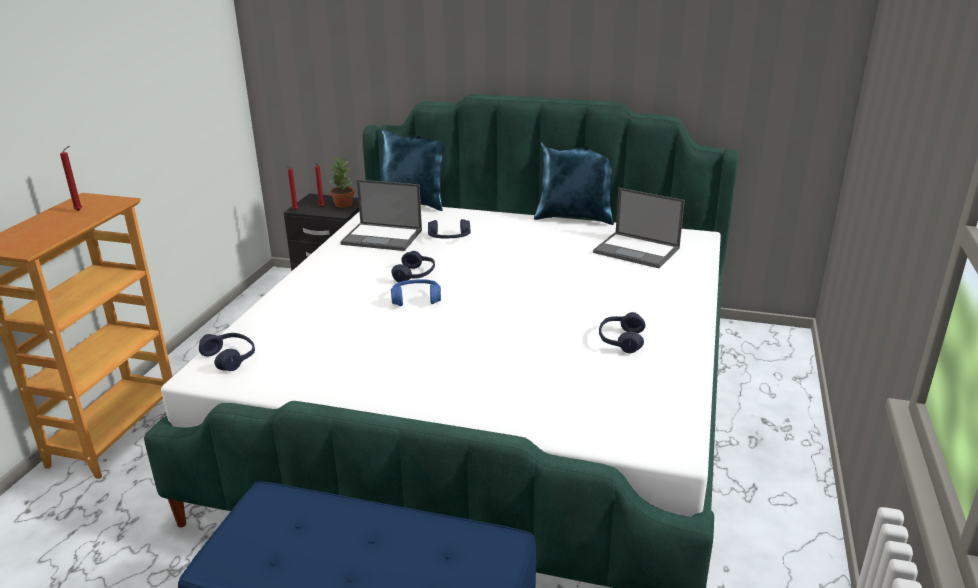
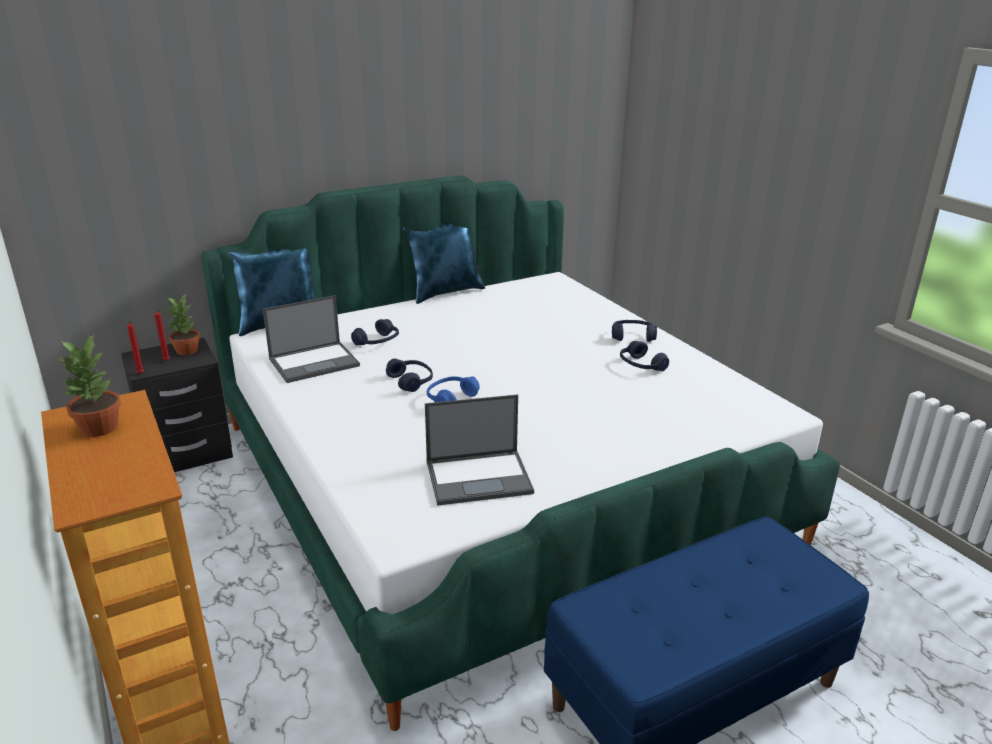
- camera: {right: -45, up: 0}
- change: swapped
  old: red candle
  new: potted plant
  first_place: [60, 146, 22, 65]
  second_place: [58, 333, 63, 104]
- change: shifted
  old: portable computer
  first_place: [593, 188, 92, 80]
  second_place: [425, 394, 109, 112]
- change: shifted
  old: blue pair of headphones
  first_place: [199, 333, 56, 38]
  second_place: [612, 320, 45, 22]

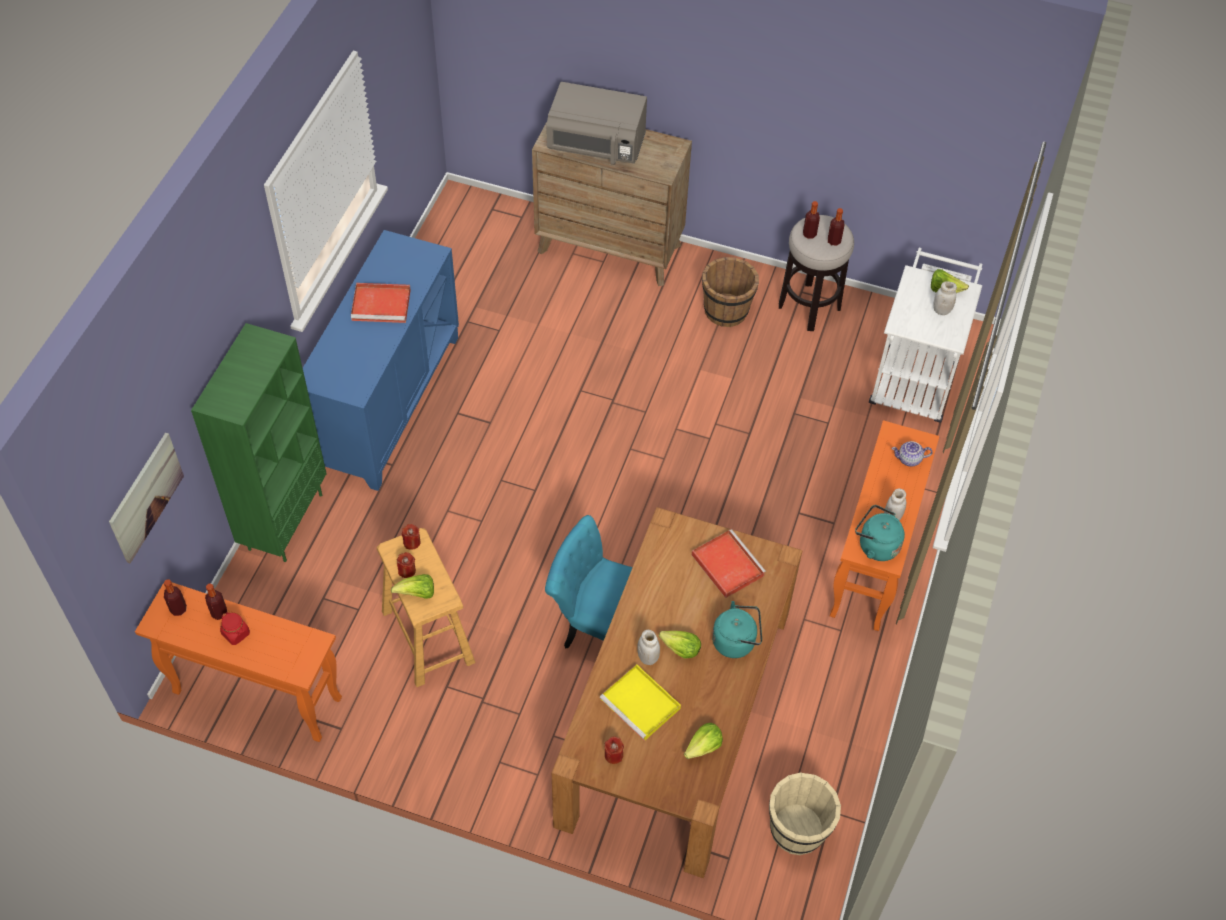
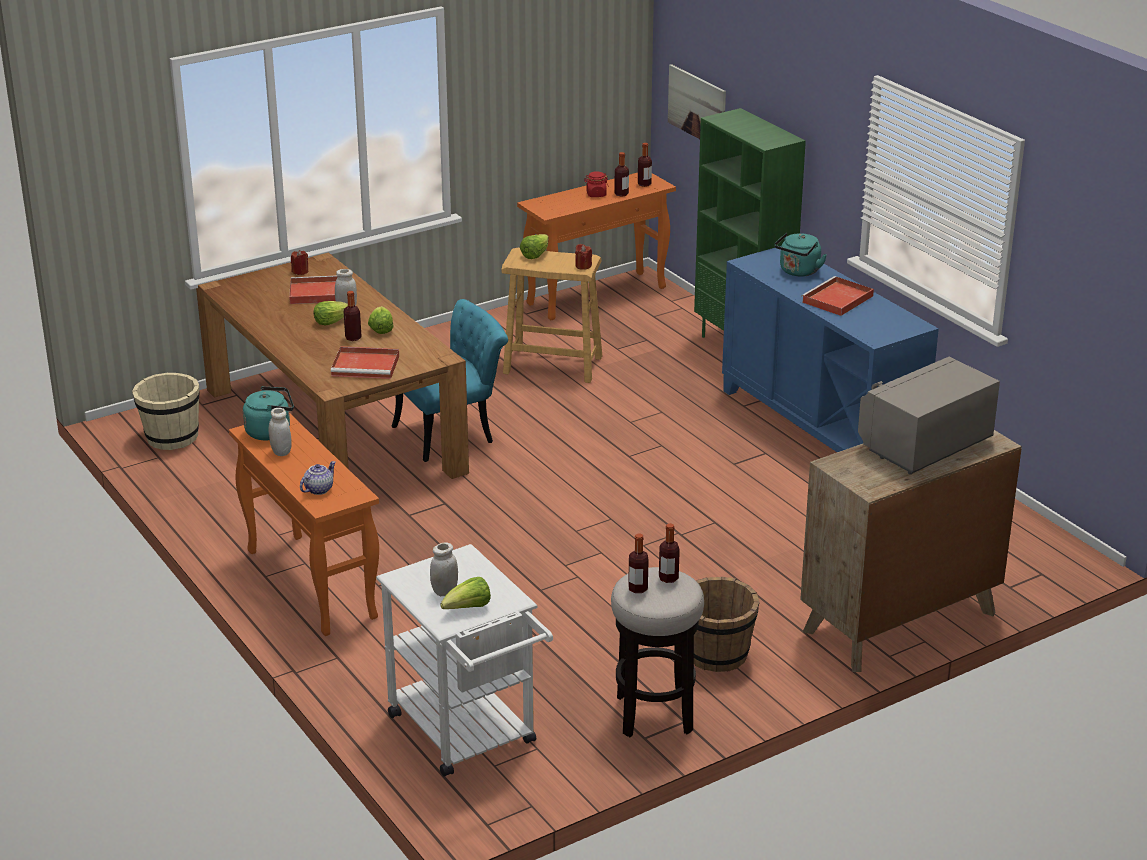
- camera: {right: 130, up: -25}
- change: repainted
  old: yellow-coloured carrying tray
  new: red carrying tray
  first_place: [600, 664, 81, 77]
  second_place: [289, 275, 48, 29]
- change: new
  new: drink bottle
  second_place: [344, 291, 18, 50]
- change: shifted
  old: lettuce head
  first_place: [684, 723, 39, 36]
  second_place: [368, 306, 26, 28]
- change: shifted
  old: turquoise-coloured tea kettle
  first_place: [712, 601, 50, 57]
  second_place: [774, 233, 53, 43]
- change: gone
  old: red candle
  first_place: [397, 552, 19, 26]

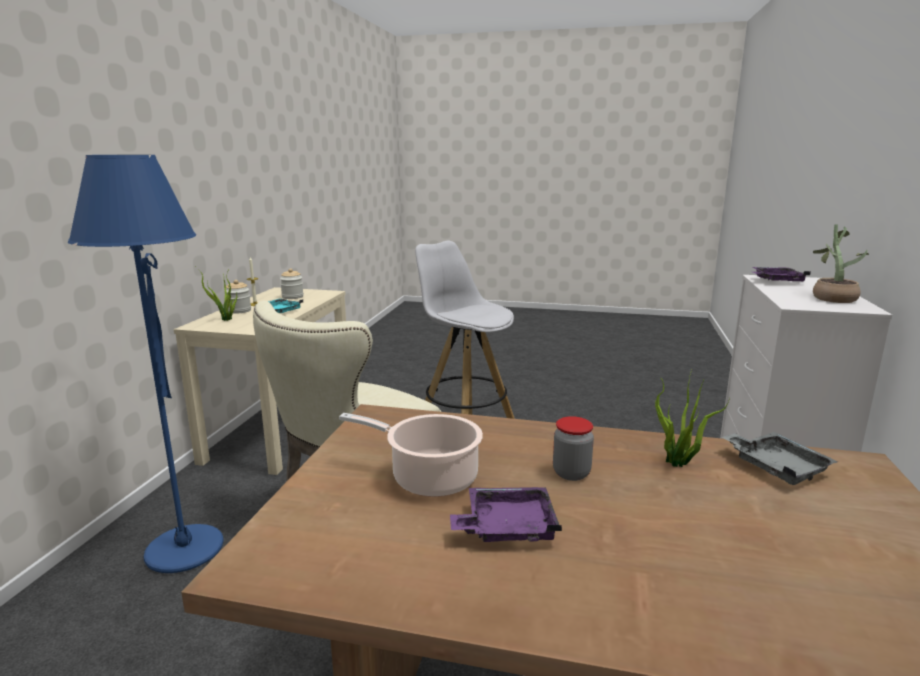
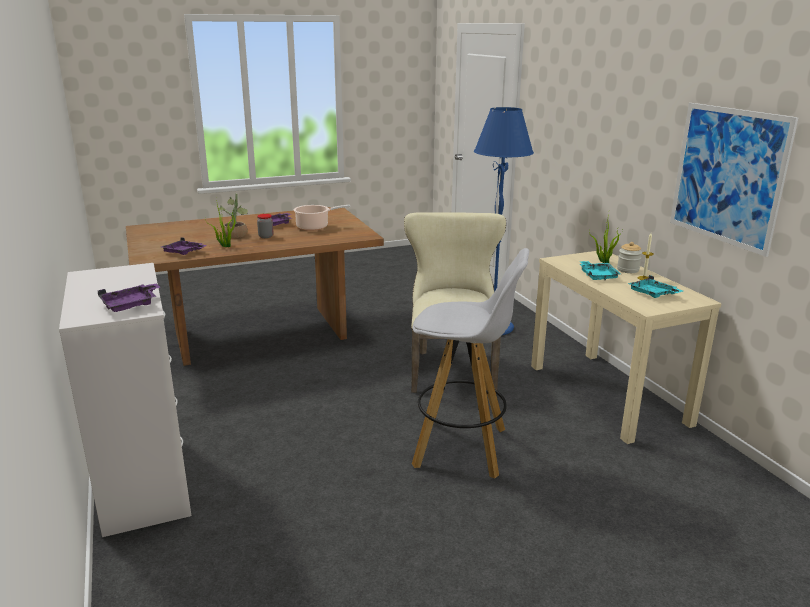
- camera: {right: 145, up: 5}
- change: repainted
  old: greyish carrying tray
  new: purple-coloured carrying tray
  first_place: [721, 432, 117, 53]
  second_place: [162, 237, 45, 18]
- change: shifted
  old: potted plant
  first_place: [813, 224, 56, 79]
  second_place: [219, 193, 29, 45]
- change: swapped
  old: jar
  new: turquoise-coloured carrying tray
  first_place: [280, 268, 23, 31]
  second_place: [628, 275, 55, 23]
- change: new
  new: picture
  second_place: [670, 103, 129, 154]

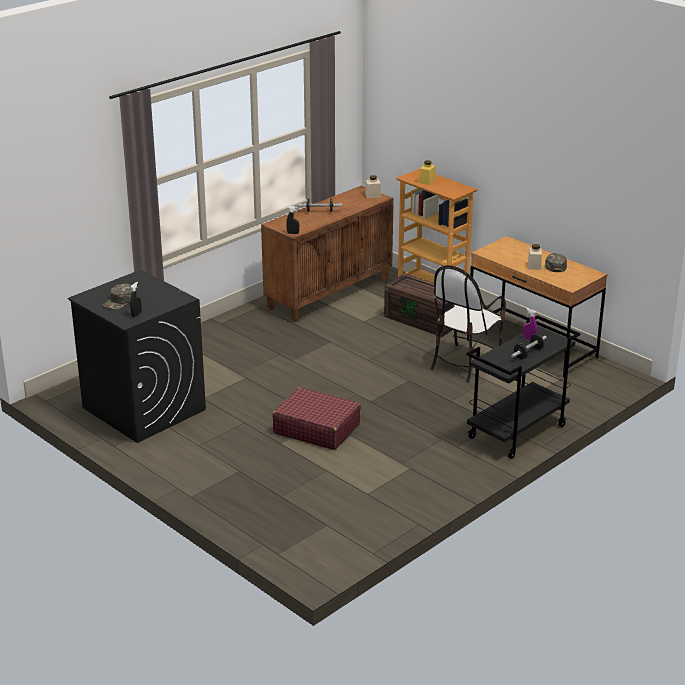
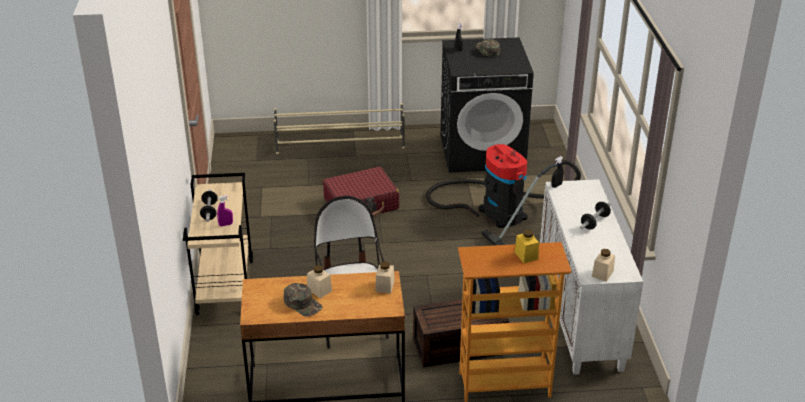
- camera: {right: 130, up: 5}
- change: repainted
  old: blackish wheeled cart
  new: sand-coloured wheeled cart
  first_place: [467, 315, 113, 144]
  second_place: [183, 173, 70, 142]
- change: new
  new: sand-coloured shoe stand
  second_place: [274, 103, 131, 51]
- change: new
  new: sand-coloured jar
  second_place: [375, 261, 20, 33]
- change: new
  new: hoover
  second_place: [426, 144, 155, 101]
- change: repainted
  old: brownish cabinet
  new: whitish cabinet
  first_place: [261, 186, 133, 136]
  second_place: [540, 179, 103, 196]

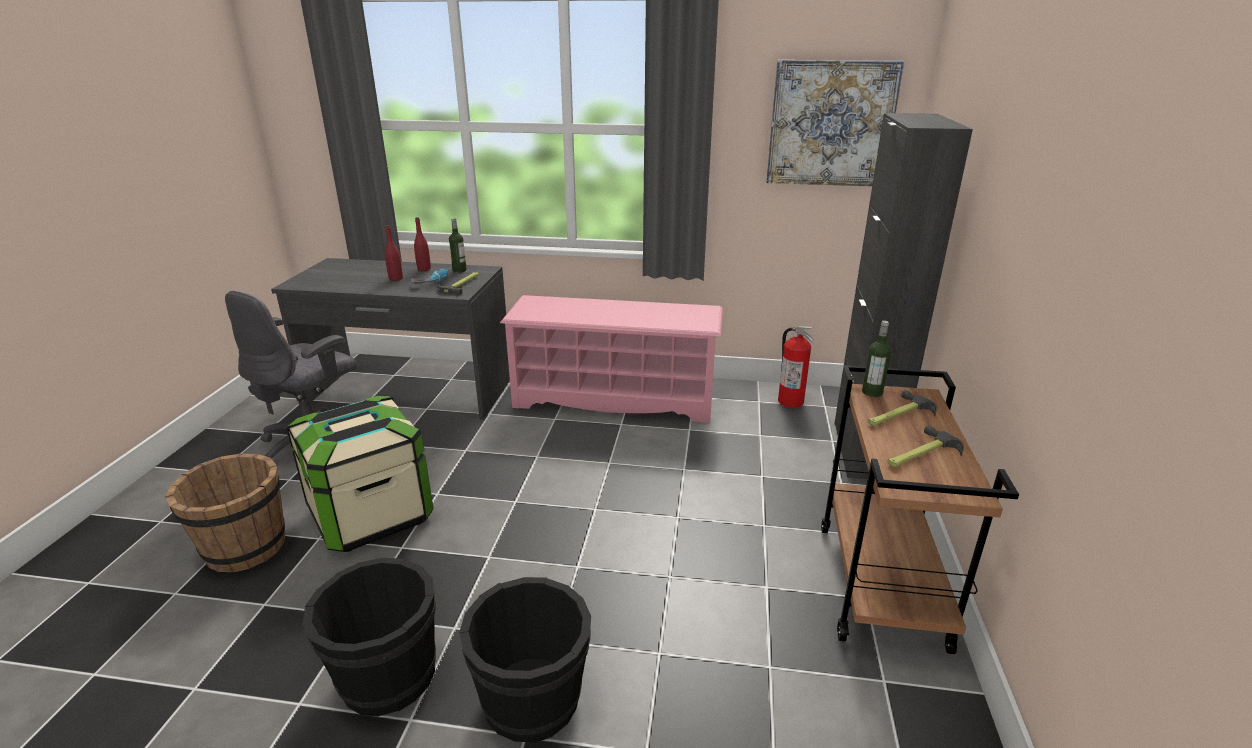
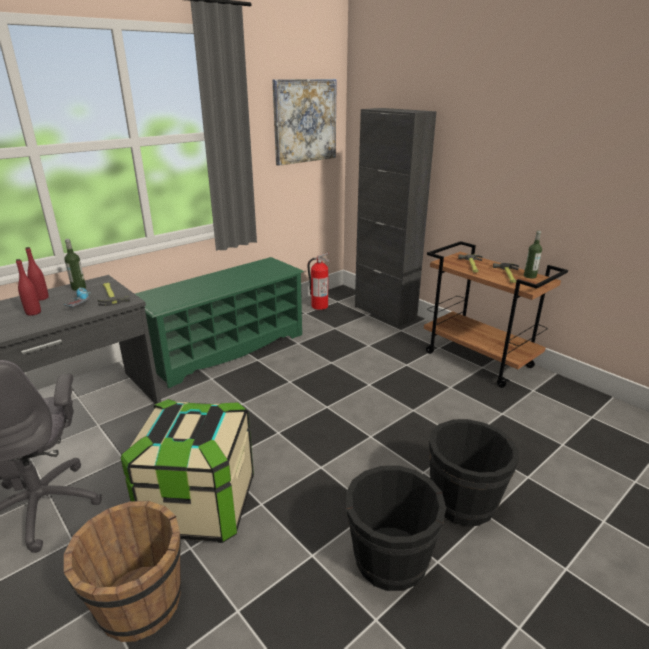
- camera: {right: -50, up: 0}
- change: repainted
  old: pinkish shoe stand
  new: greenish shoe stand
  first_place: [500, 295, 223, 128]
  second_place: [135, 257, 169, 131]
- change: shifted
  old: drink bottle
  first_place: [862, 321, 29, 76]
  second_place: [524, 231, 18, 48]

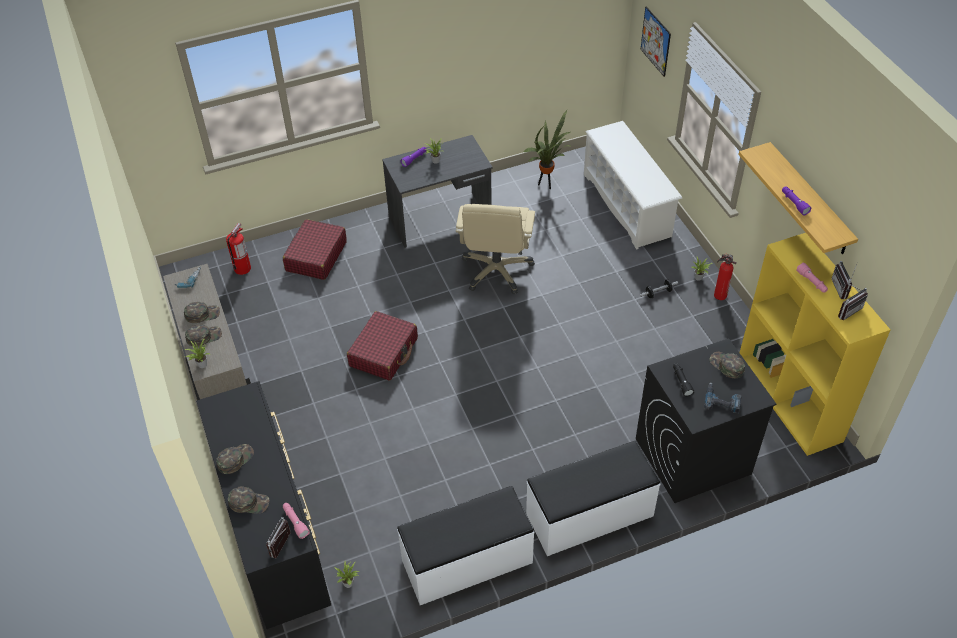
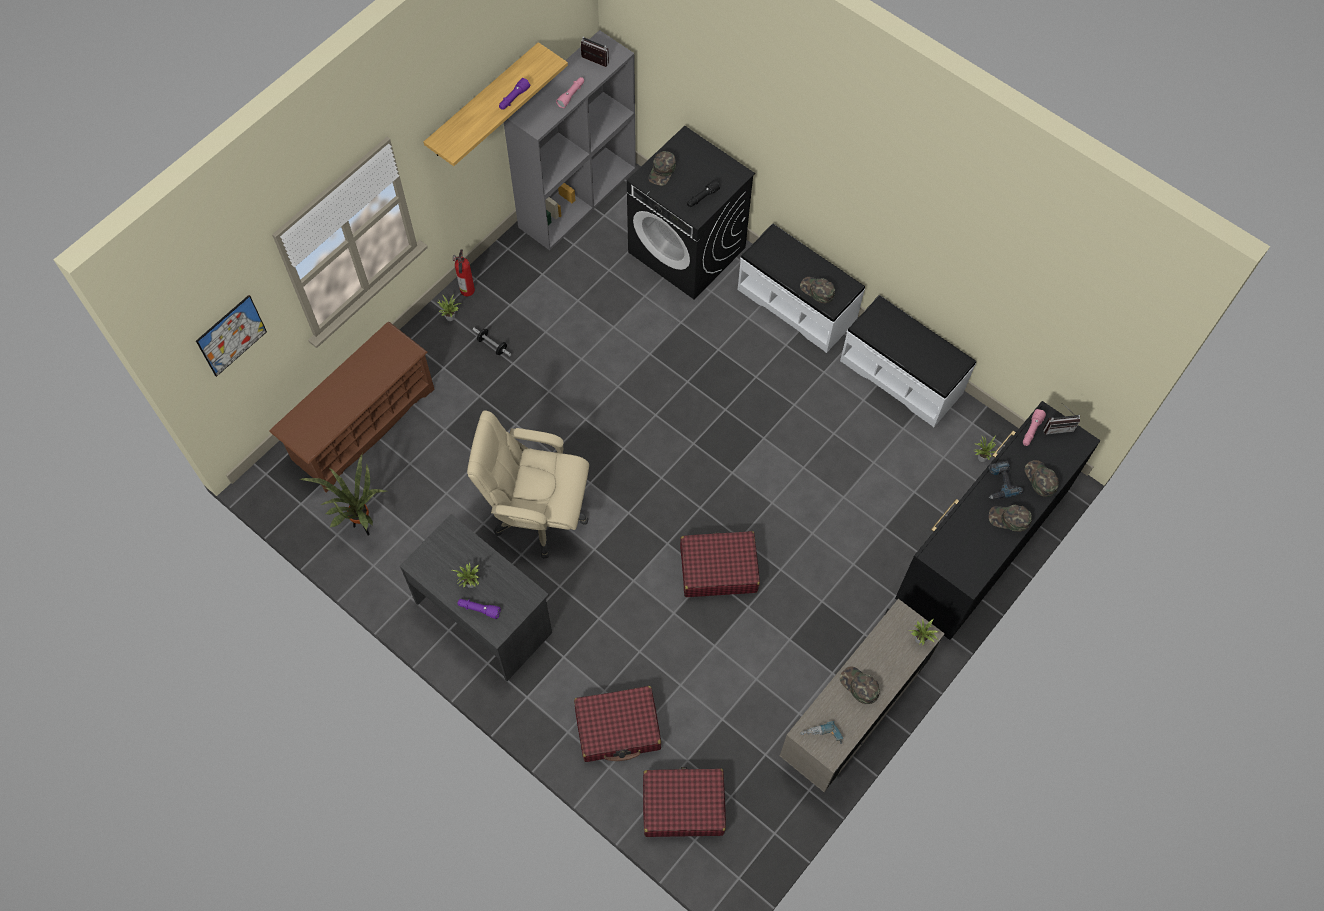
- camera: {right: -120, up: 15}
- change: repainted
  old: whitish shoe stand
  new: brownish shoe stand
  first_place: [584, 121, 98, 129]
  second_place: [269, 322, 165, 171]
- change: rotated
  old: sand-coloured desk chair
  first_place: [456, 204, 79, 90]
  second_place: [467, 411, 122, 148]
  degrees: -150
- change: repainted
  old: yellow-coloured shelving unit
  new: greyish shelving unit
  first_place: [740, 233, 150, 223]
  second_place: [504, 30, 132, 220]
- change: swapped
  old: fire extinguisher
  new: red suitcase
  first_place: [226, 223, 25, 52]
  second_place: [643, 767, 83, 70]
- change: shifted
  old: greenish peaked cap
  first_place: [185, 324, 37, 23]
  second_place: [800, 277, 35, 26]
- change: shifted
  old: power drill
  first_place: [704, 383, 37, 30]
  second_place: [988, 461, 36, 38]
- change: gone
  old: radio receiver
  first_place: [831, 261, 27, 39]

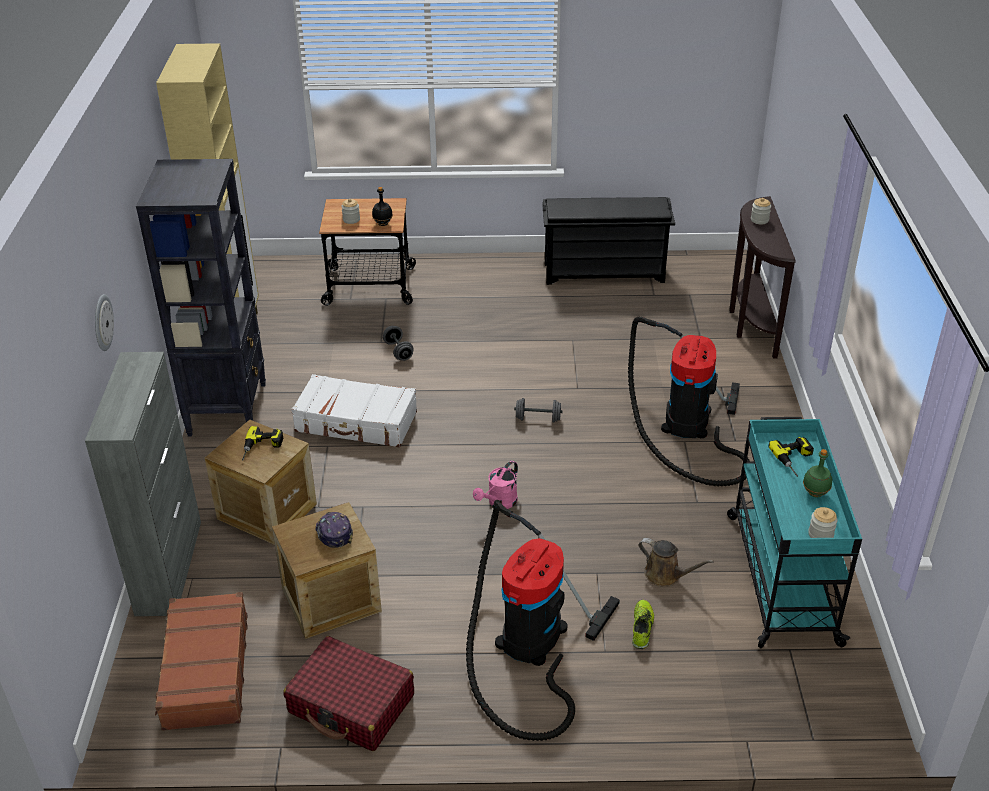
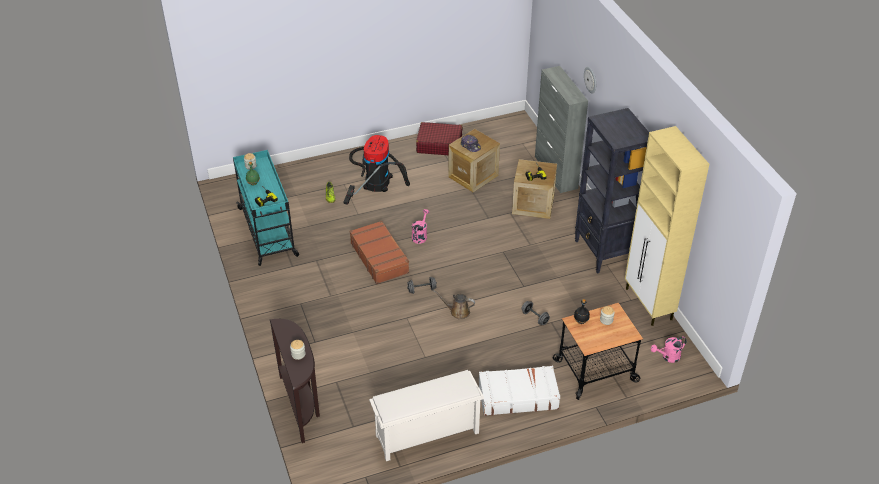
- camera: {right: 160, up: 5}
- change: shifted
  old: brownish suitcase
  first_place: [155, 592, 93, 139]
  second_place: [350, 221, 59, 63]
- change: repainted
  old: blackish shoe stand
  new: whitish shoe stand
  first_place: [542, 197, 133, 88]
  second_place: [369, 370, 115, 91]
- change: shifted
  old: brownish watering can
  first_place: [639, 538, 75, 49]
  second_place: [433, 290, 42, 29]
- change: shifted
  old: whitish suitcase
  first_place: [291, 374, 126, 73]
  second_place: [479, 366, 81, 50]
- change: new
  new: pinkish watering can
  second_place: [651, 336, 36, 27]
- change: gone
  old: hoover
  first_place: [628, 316, 121, 170]

